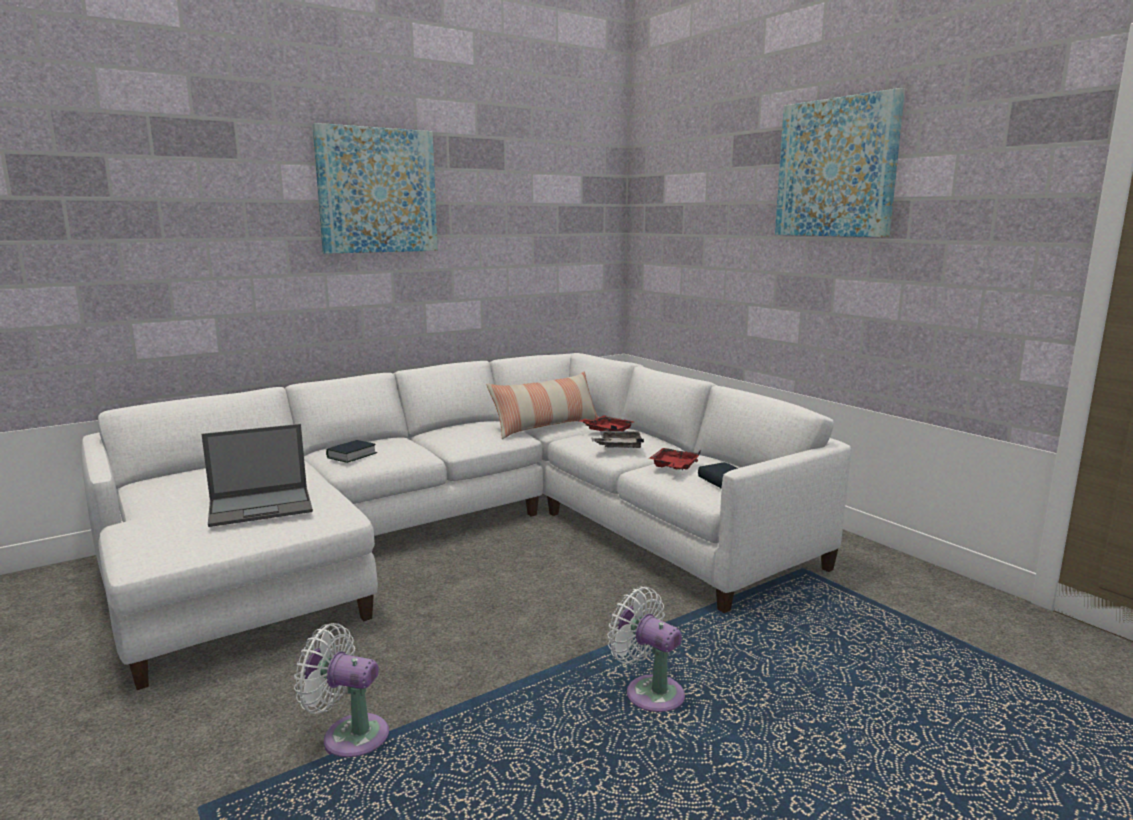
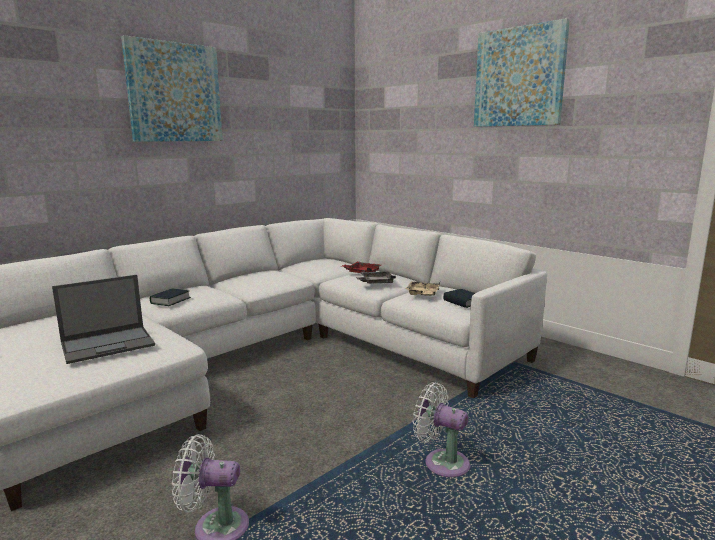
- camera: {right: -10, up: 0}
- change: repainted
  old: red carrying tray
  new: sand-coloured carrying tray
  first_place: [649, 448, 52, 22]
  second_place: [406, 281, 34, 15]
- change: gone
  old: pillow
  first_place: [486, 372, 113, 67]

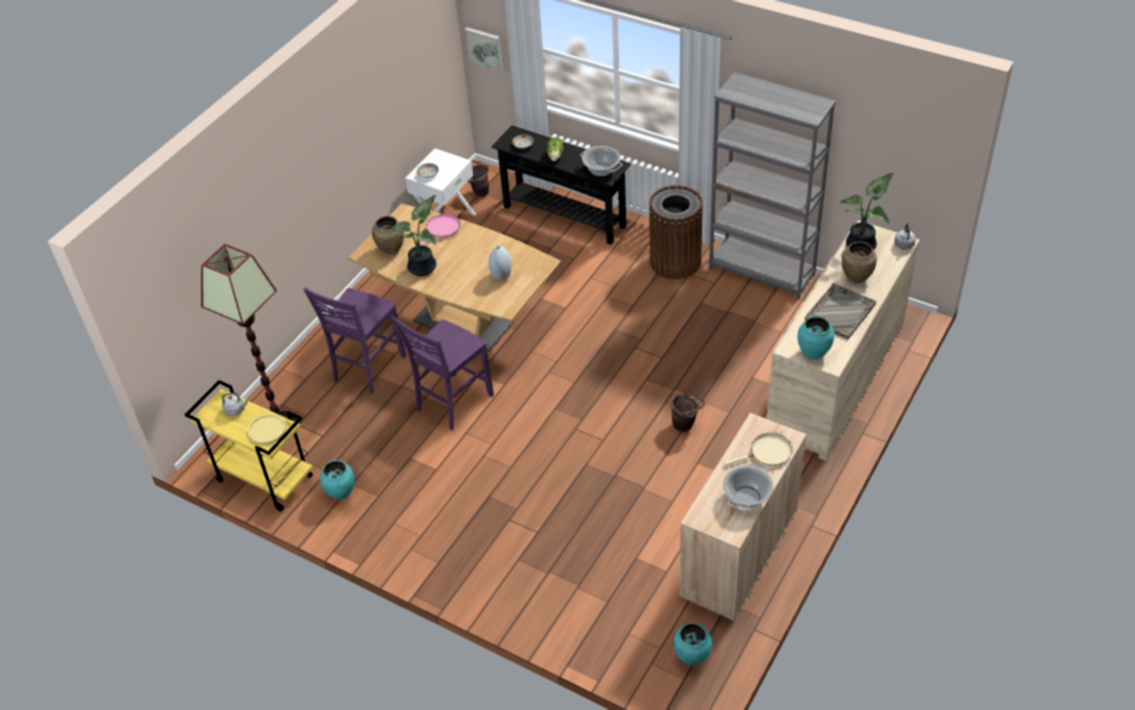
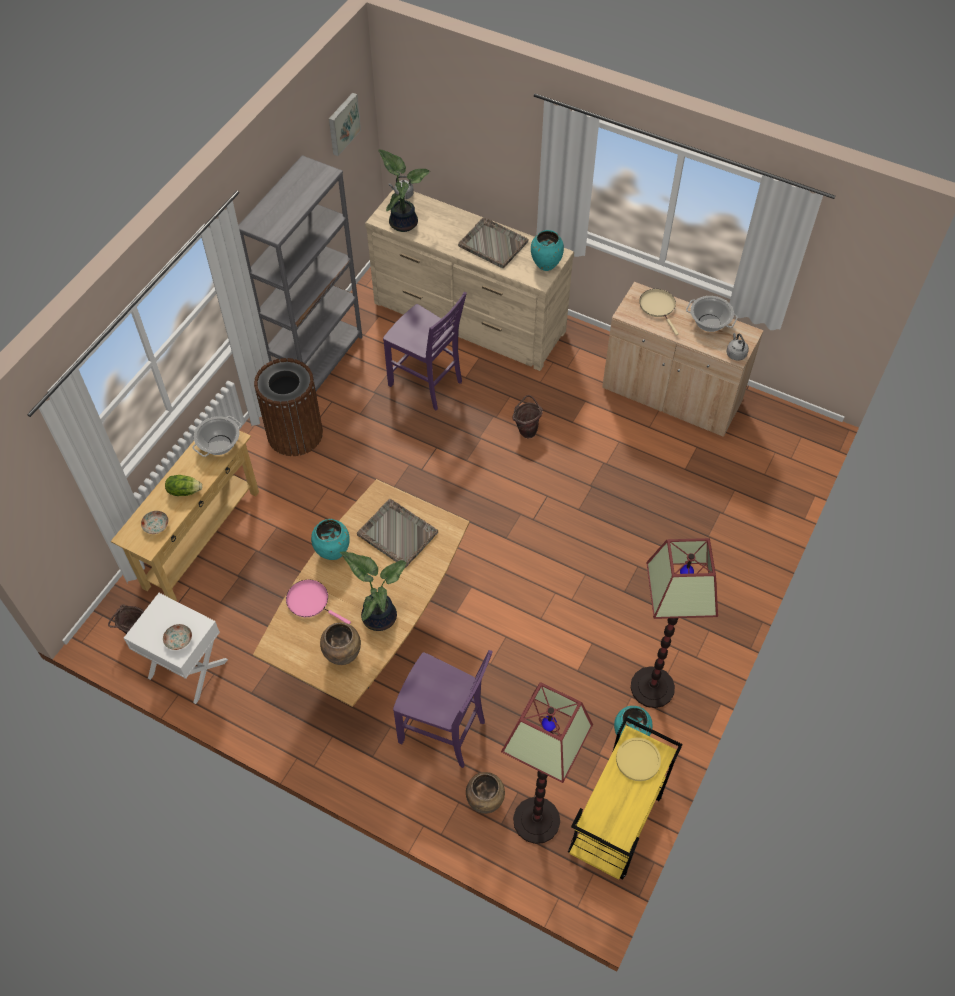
- camera: {right: -95, up: 10}
- change: repainted
  old: blackish console table
  new: sand-coloured console table
  first_place: [491, 125, 140, 120]
  second_place: [111, 430, 148, 171]
- change: shifted
  old: turquoise-coloured vase
  first_place: [673, 623, 39, 43]
  second_place: [311, 519, 39, 41]
- change: shifted
  old: picture
  first_place: [464, 27, 39, 45]
  second_place: [329, 93, 32, 63]
- change: swapped
  old: greyish vase
  new: greyish carrying tray
  first_place: [488, 246, 24, 34]
  second_place: [357, 499, 81, 69]
- change: shifted
  old: purple-coloured chair
  first_place: [392, 316, 102, 114]
  second_place: [383, 292, 84, 118]
- change: shifted
  old: brownish vase
  first_place: [842, 241, 35, 43]
  second_place: [466, 772, 39, 42]
- change: new
  new: standing lamp
  second_place: [631, 538, 87, 170]
- change: shifted
  old: greyish tea kettle
  first_place: [222, 393, 27, 23]
  second_place: [726, 333, 23, 28]

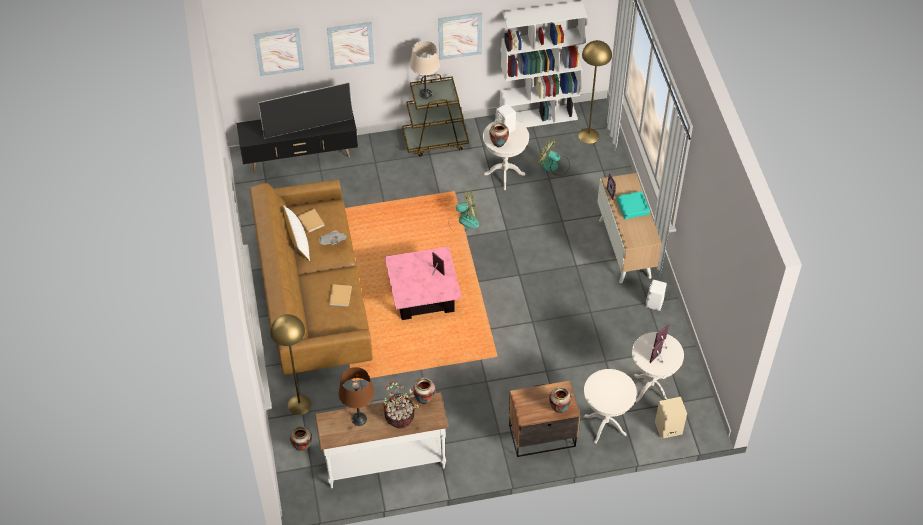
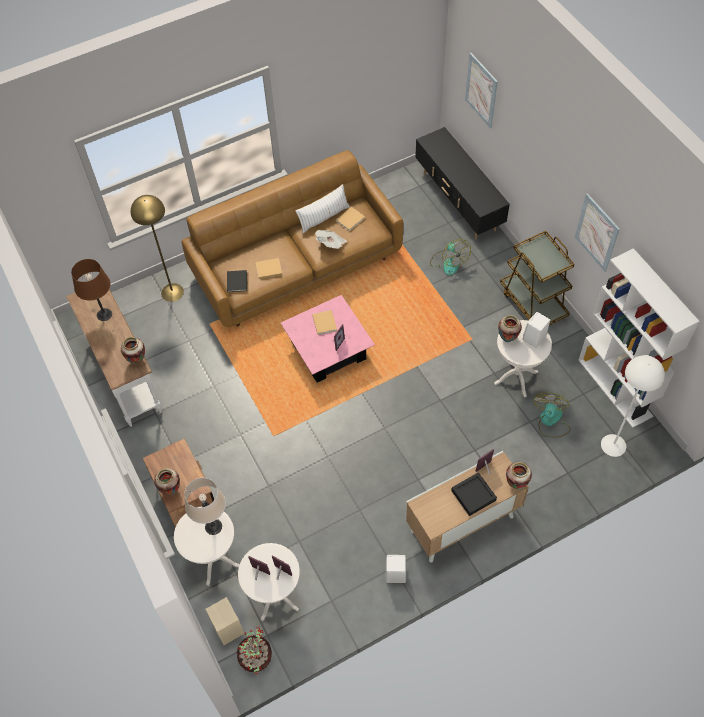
- camera: {right: 75, up: 5}
- change: shifted
  old: sand-coloured tabletop lamp
  first_place: [410, 41, 30, 58]
  second_place: [184, 478, 42, 57]
- change: new
  new: blackish book
  second_place: [227, 270, 20, 22]
- change: shifted
  old: potted plant
  first_place: [382, 381, 39, 47]
  second_place: [237, 627, 35, 48]
- change: new
  new: sand-coloured book
  second_place: [312, 310, 25, 25]
- change: shifted
  old: cooling fan
  first_place: [448, 190, 31, 42]
  second_place: [430, 239, 41, 37]
- change: repainted
  old: turquoise-coloured carrying tray
  new: blackish carrying tray
  first_place: [617, 191, 33, 28]
  second_place: [451, 472, 46, 44]
- change: shifted
  old: vase
  first_place: [290, 426, 22, 25]
  second_place: [506, 462, 26, 27]
- change: repainted
  old: yellow-coloured standing lamp
  new: whitish standing lamp
  first_place: [578, 40, 34, 104]
  second_place: [601, 355, 64, 102]
- change: gone
  old: TV
  first_place: [258, 82, 95, 57]
- change: gone
  old: picture
  first_place: [327, 22, 47, 48]

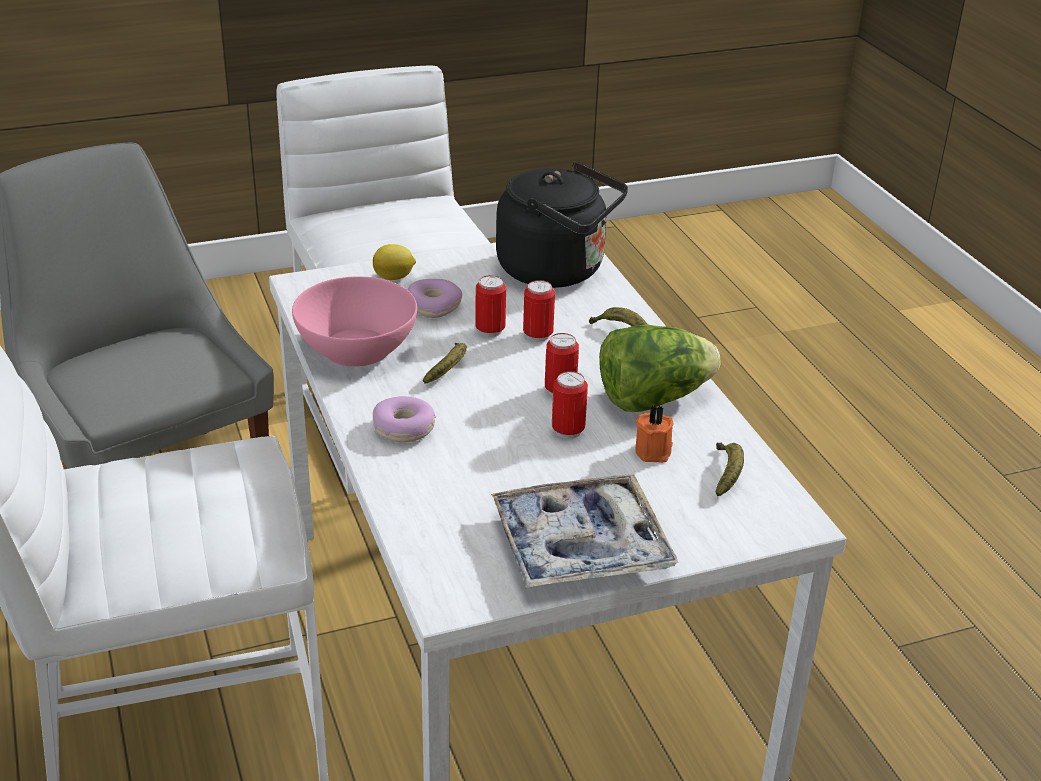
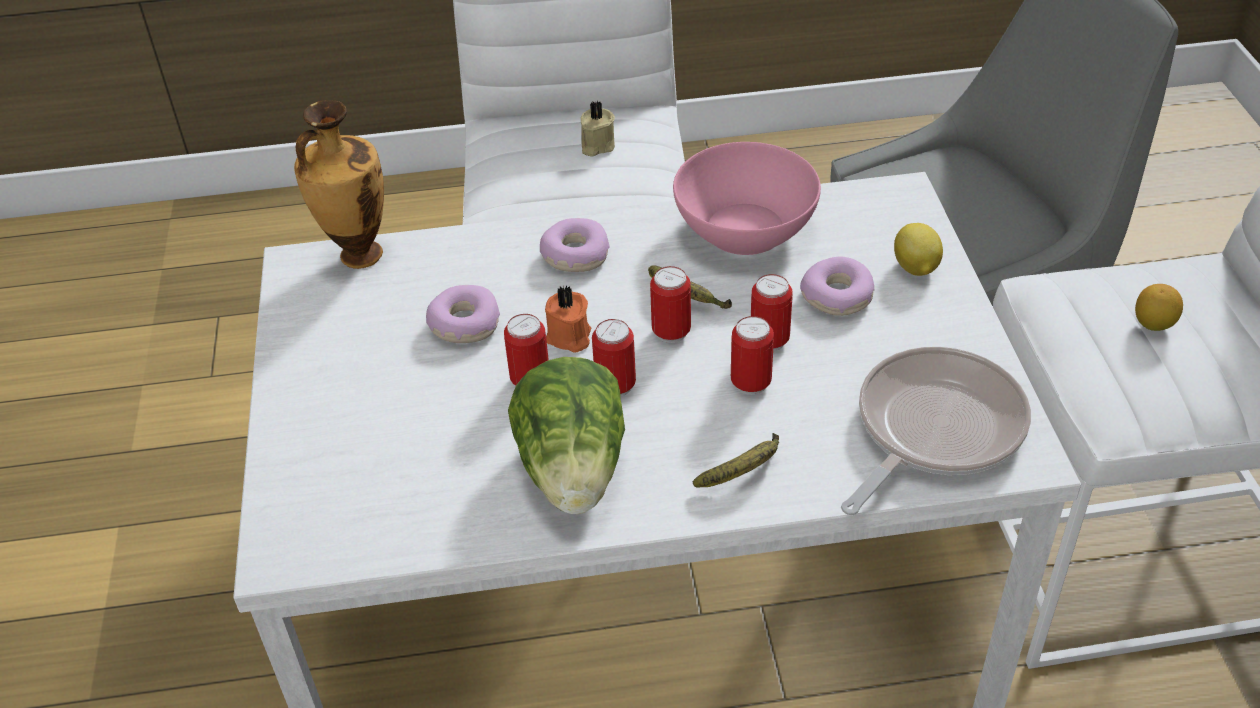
- camera: {right: 105, up: 10}
- change: new
  new: vase
  second_place: [294, 100, 90, 169]
- change: new
  new: donut
  second_place: [426, 285, 74, 58]
- change: shifted
  old: orangey candle
  first_place: [635, 405, 39, 58]
  second_place: [545, 285, 46, 68]
- change: new
  new: sand-coloured candle
  second_place: [581, 101, 34, 56]
- change: new
  new: can
  second_place: [650, 266, 41, 77]
- change: swapped
  old: blackish tea kettle
  new: frying pan
  first_place: [496, 162, 132, 126]
  second_place: [841, 347, 190, 168]
- change: new
  new: citrus fruit
  second_place: [1135, 284, 48, 47]
- change: gone
  old: carrying tray
  first_place: [491, 474, 188, 114]
- change: gone
  old: banana
  first_place: [716, 443, 28, 53]

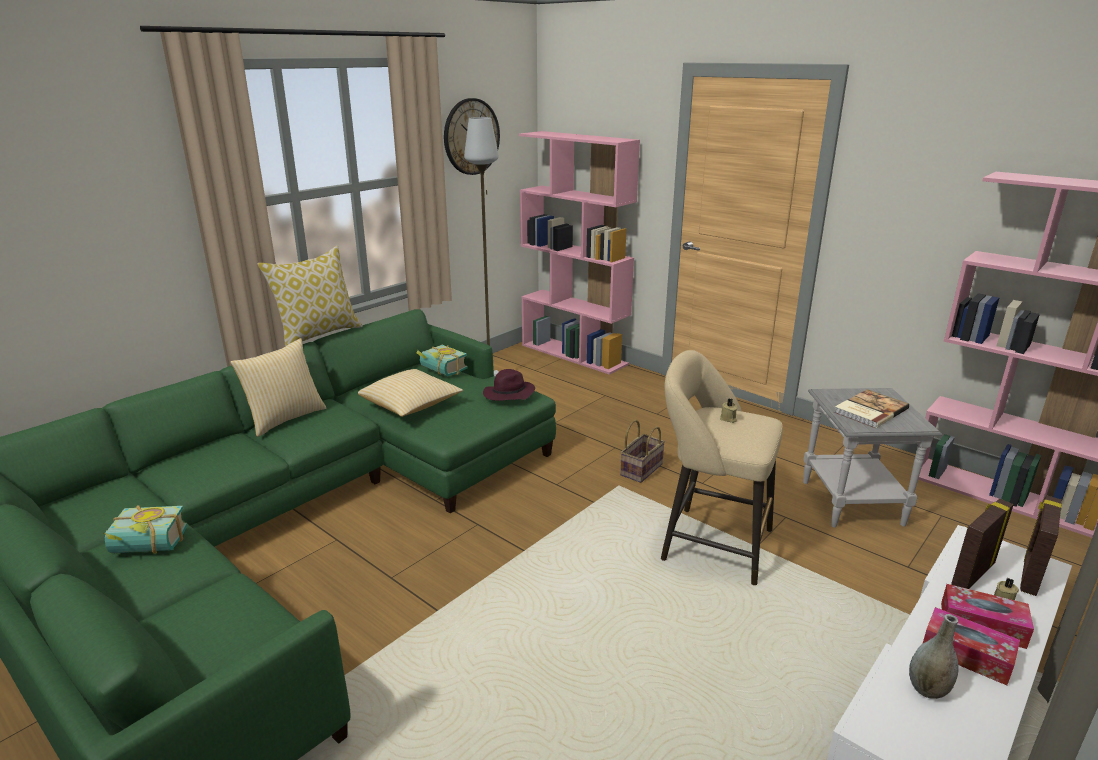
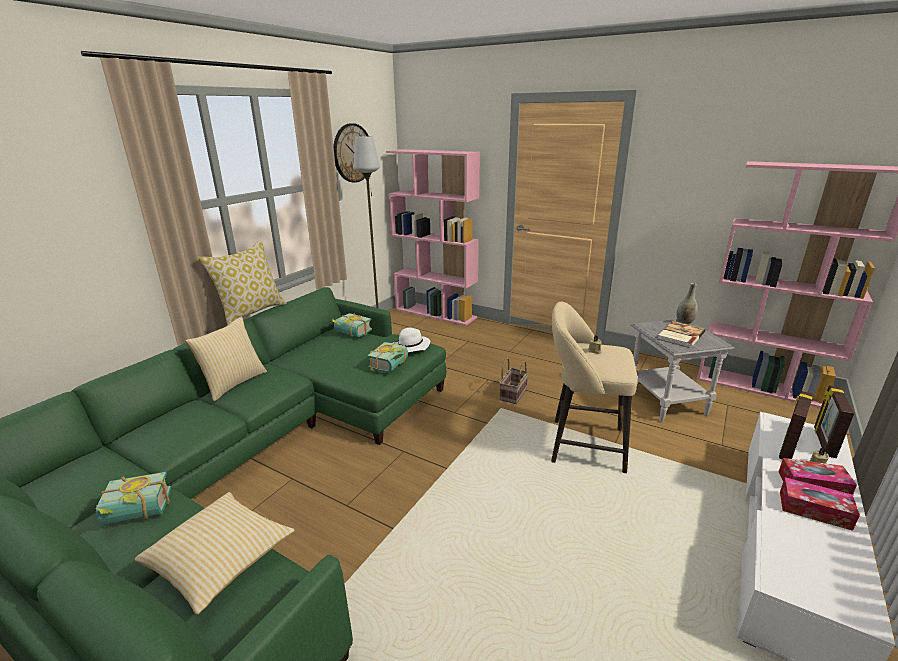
- camera: {right: -10, up: 0}
- change: shifted
  old: pillow
  first_place: [358, 369, 105, 48]
  second_place: [135, 492, 160, 123]
- change: new
  new: book
  second_place: [367, 342, 41, 31]
- change: repainted
  old: purple-coloured wearable hat
  new: whitish wearable hat
  first_place: [483, 369, 52, 32]
  second_place: [393, 328, 37, 24]
- change: shifted
  old: greyish vase
  first_place: [909, 614, 50, 85]
  second_place: [676, 283, 22, 41]

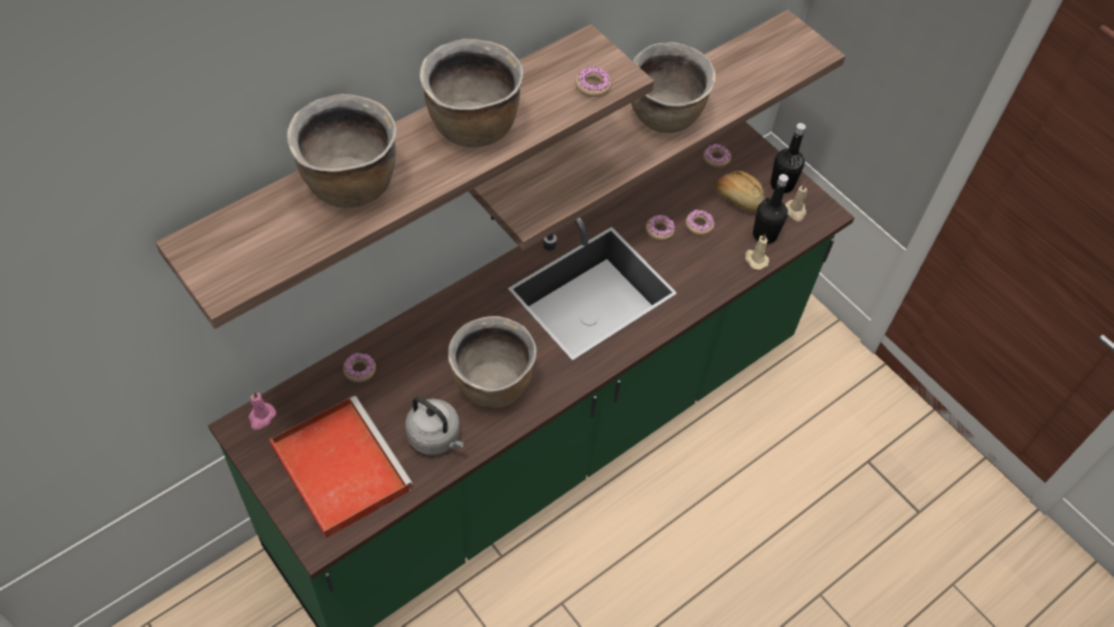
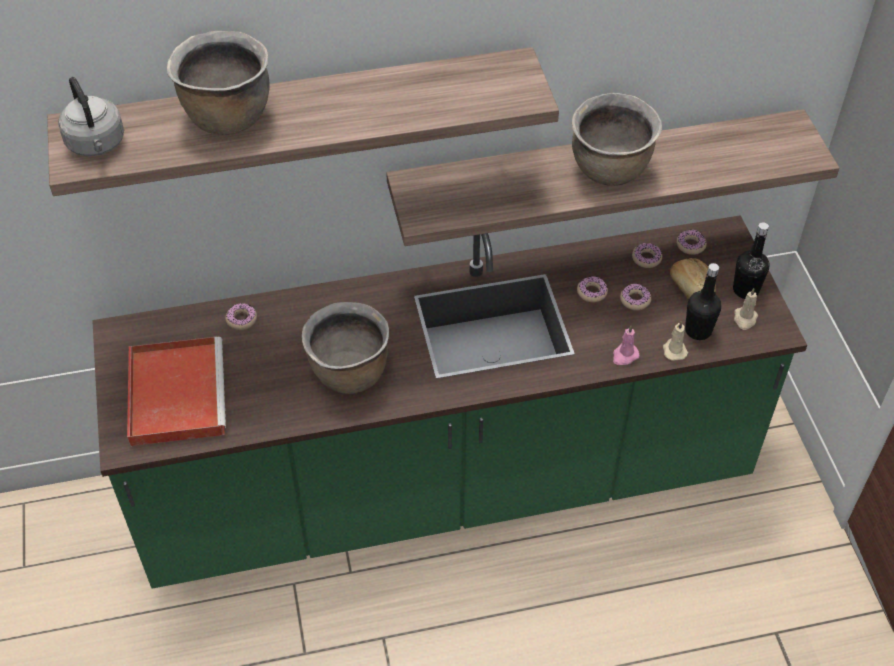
- camera: {right: 30, up: -5}
- change: shifted
  old: greyish tea kettle
  first_place: [405, 397, 59, 58]
  second_place: [58, 77, 66, 79]
- change: shifted
  old: pinkish candle
  first_place: [248, 392, 28, 38]
  second_place: [613, 326, 27, 39]
- change: shifted
  old: donut
  first_place: [575, 67, 36, 30]
  second_place: [632, 243, 30, 25]
- change: gone
  old: brownish cooking pot
  first_place: [420, 39, 103, 109]

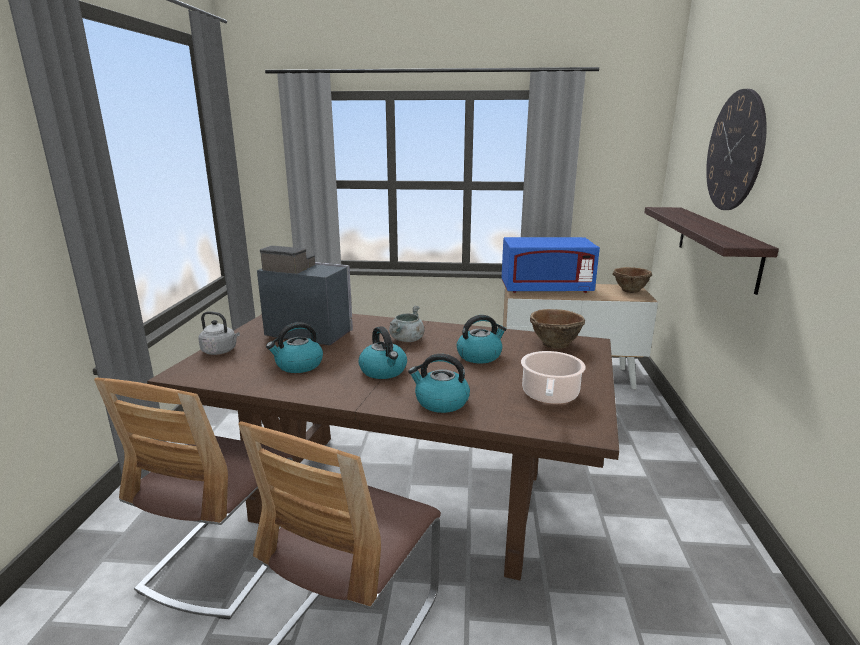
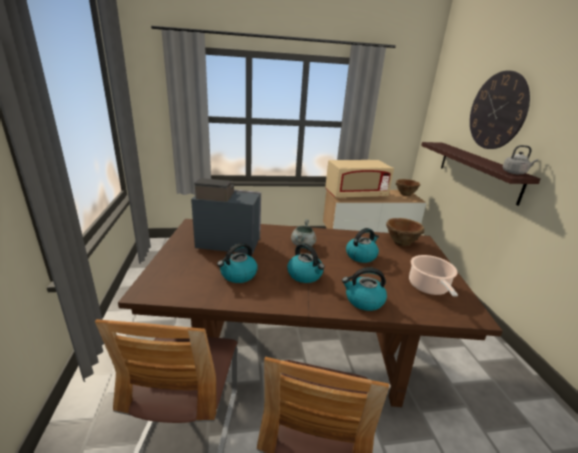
- camera: {right: -15, up: 5}
- change: repainted
  old: blue microwave
  new: sand-coloured microwave
  first_place: [502, 237, 98, 56]
  second_place: [325, 160, 69, 38]
- change: shifted
  old: greyish tea kettle
  first_place: [198, 311, 42, 44]
  second_place: [503, 145, 35, 29]

